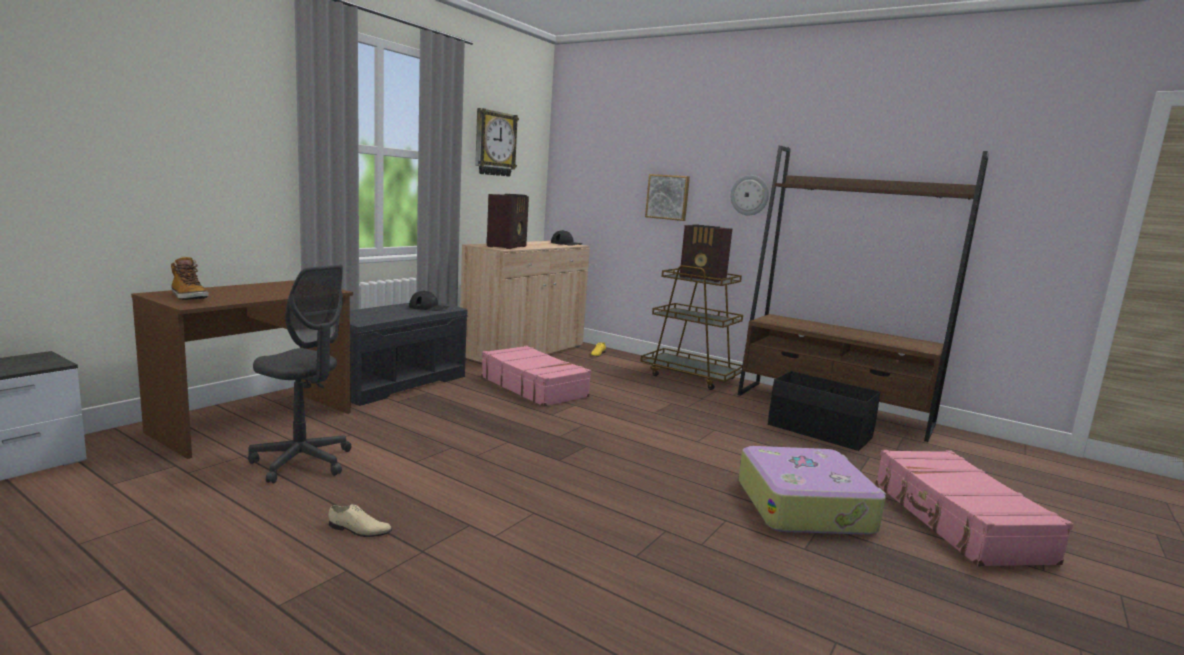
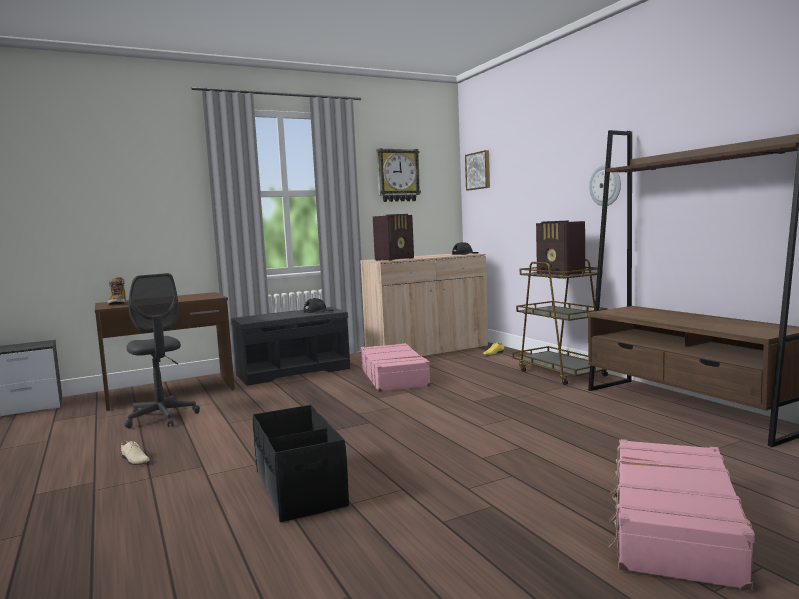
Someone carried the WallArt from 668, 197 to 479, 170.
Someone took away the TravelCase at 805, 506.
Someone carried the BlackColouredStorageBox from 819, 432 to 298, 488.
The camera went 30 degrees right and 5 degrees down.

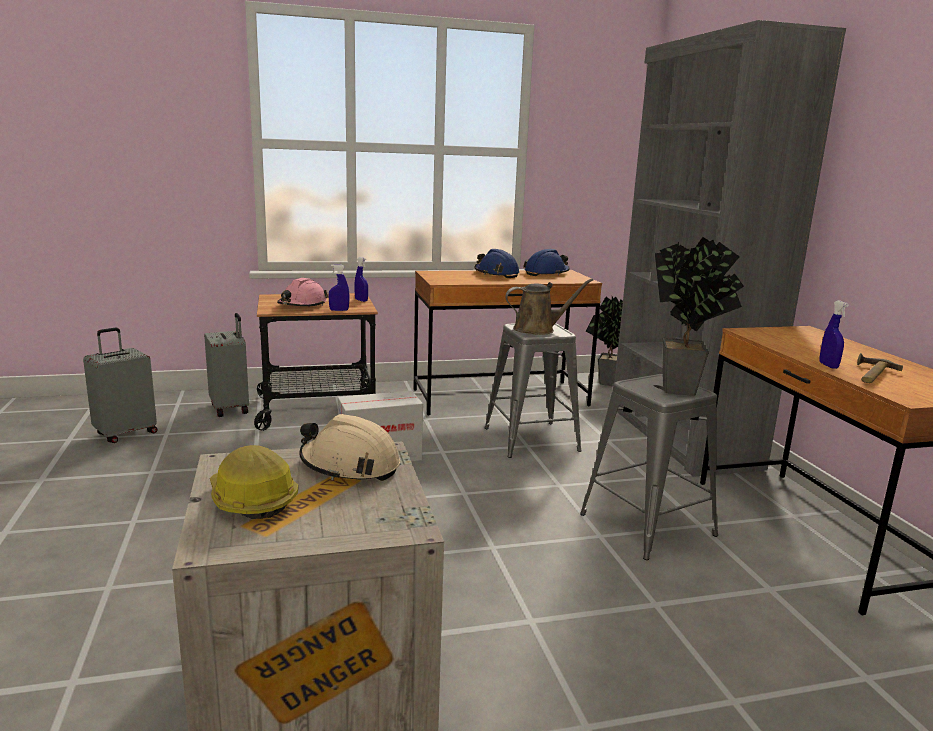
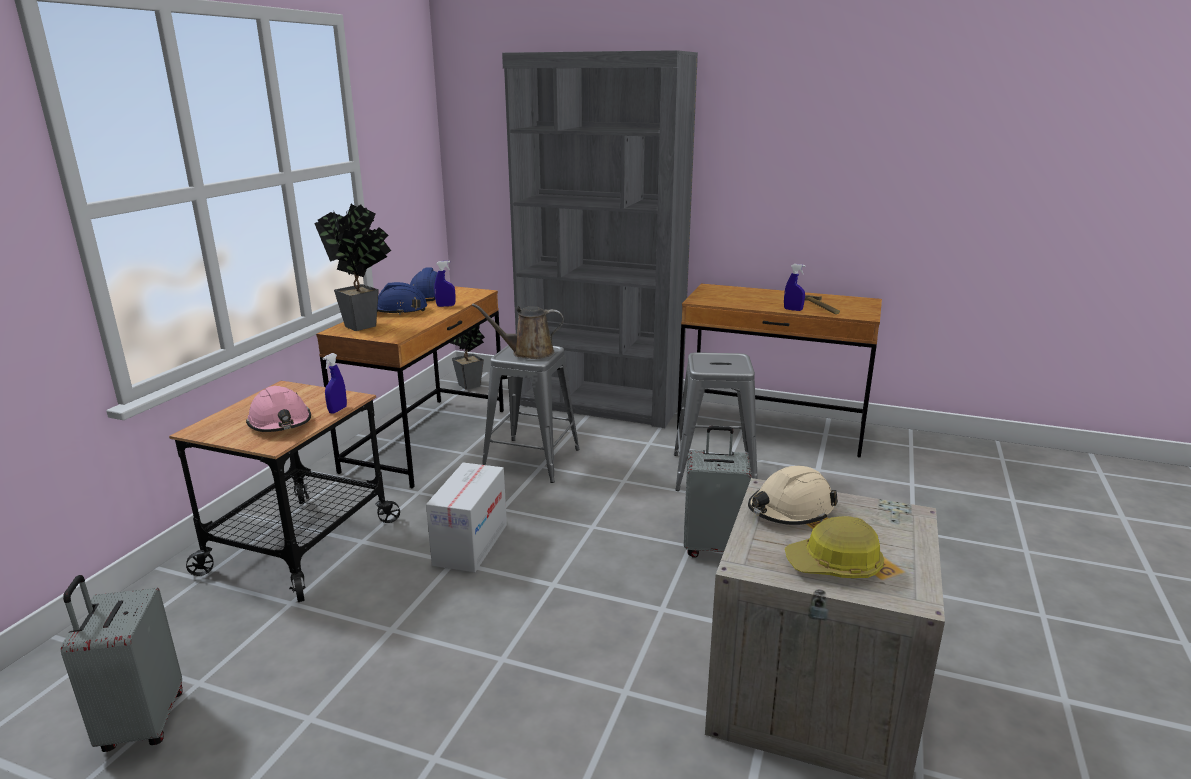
Someone carried the GreyishTravelCase from 230, 408 to 714, 547.
Someone carried the BluishSprayBottle from 361, 300 to 446, 306.
Someone rotated the BrownSprinklingCan at 538, 329 by 120 degrees counterclockwise.
Someone carried the PlantInAPot from 685, 391 to 366, 325.
The camera went 55 degrees left and 5 degrees up.

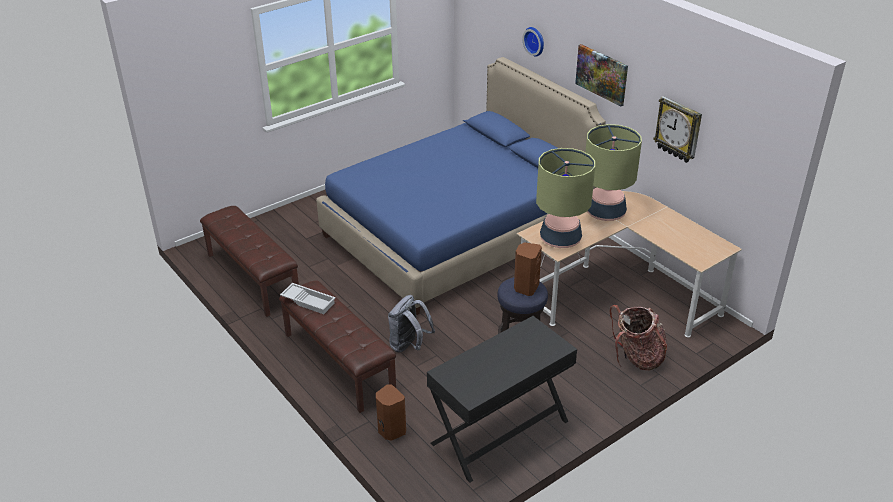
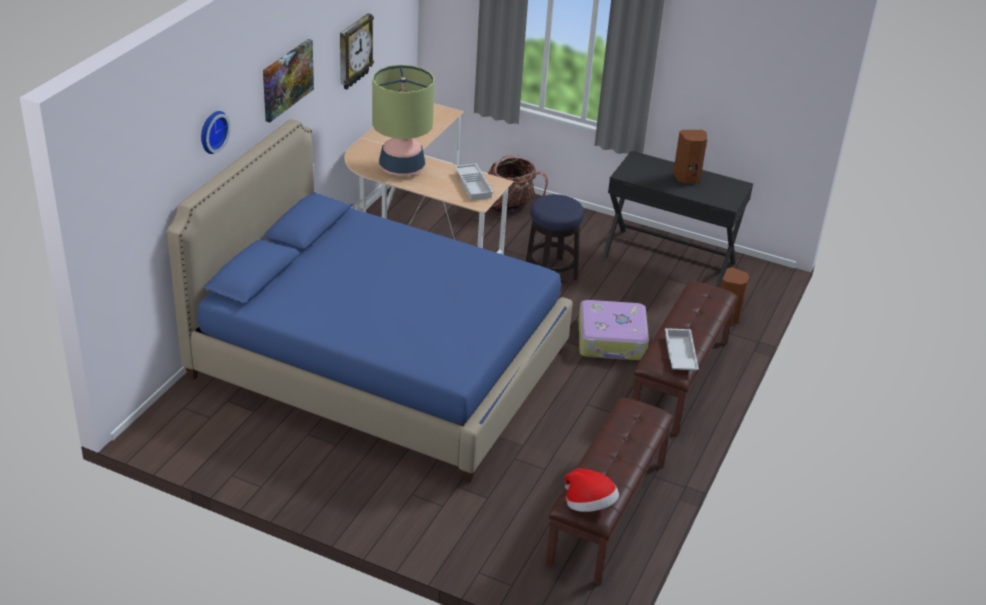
Someone swapped the GreyishKnapsack at 409, 346 for the TravelCase at 612, 340.
Someone carried the BrownLoudspeaker from 525, 287 to 687, 178.
Someone swapped the TabletopLamp at 560, 239 for the WhiteColouredServingTray at 474, 185.
Someone put down the ClothingHat at 589, 506.
The camera went 120 degrees left and 0 degrees up.

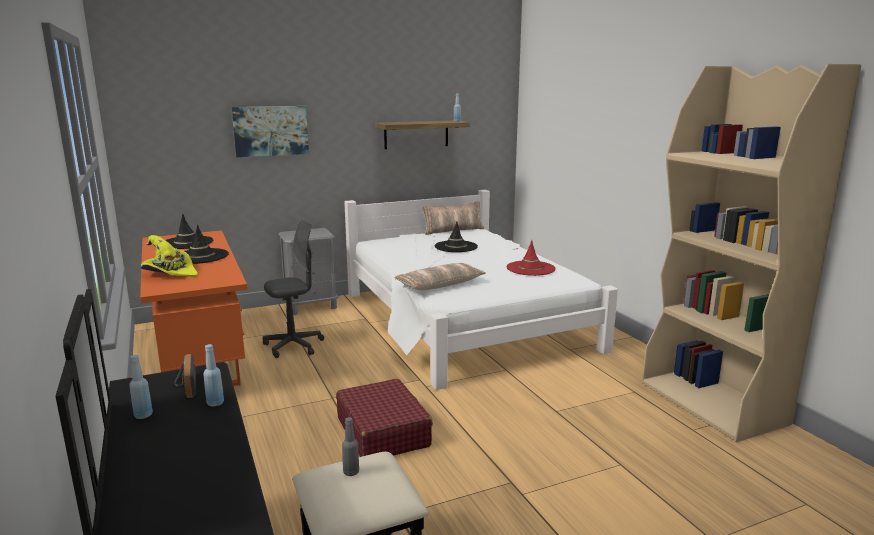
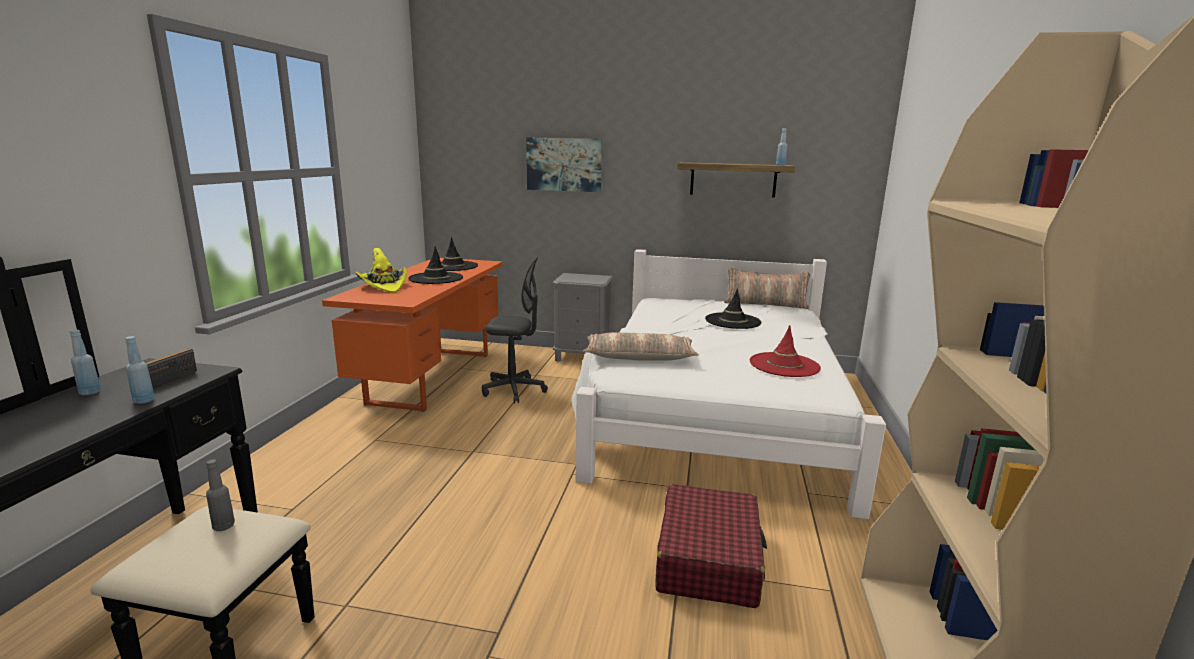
Someone carried the RedColouredTravelCase from 383, 432 to 708, 559.
The camera went 35 degrees right and 0 degrees up.

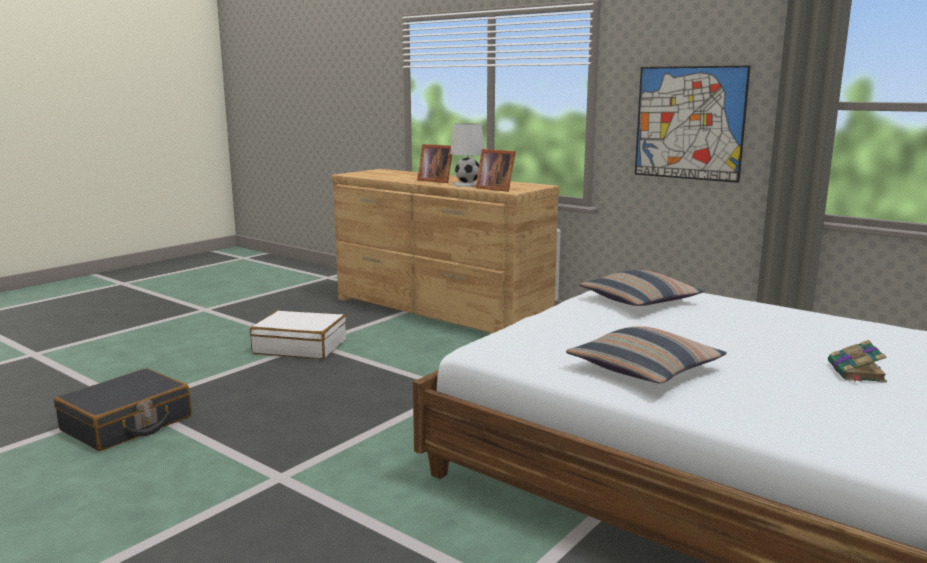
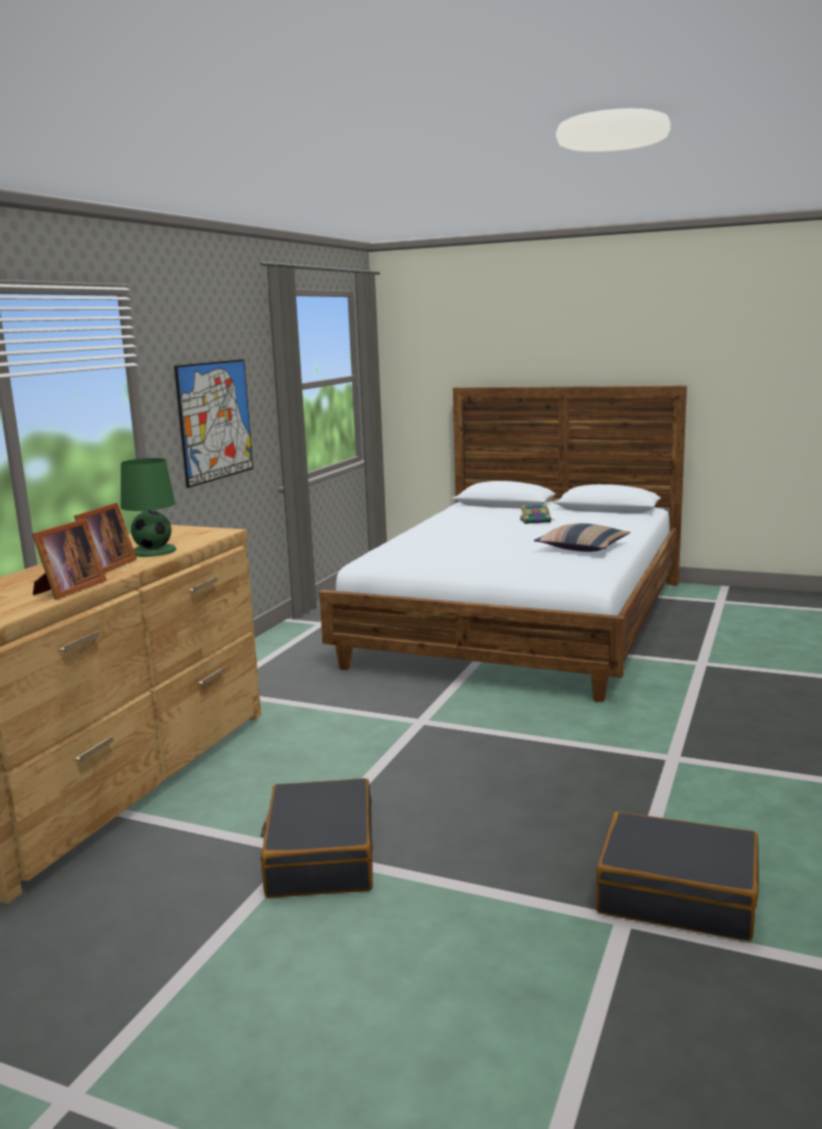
Someone repainted the WhiteColouredTravelCase at 300, 347, which became the BlackColouredTravelCase at 320, 856.
Someone repainted the WhiteColouredTabletopLamp at 467, 184, which became the GreenColouredTabletopLamp at 153, 551.
Someone carried the PhotoFrame from 495, 189 to 68, 590.
Someone took away the Cushion at 639, 301.
The camera went 105 degrees left and 0 degrees up.

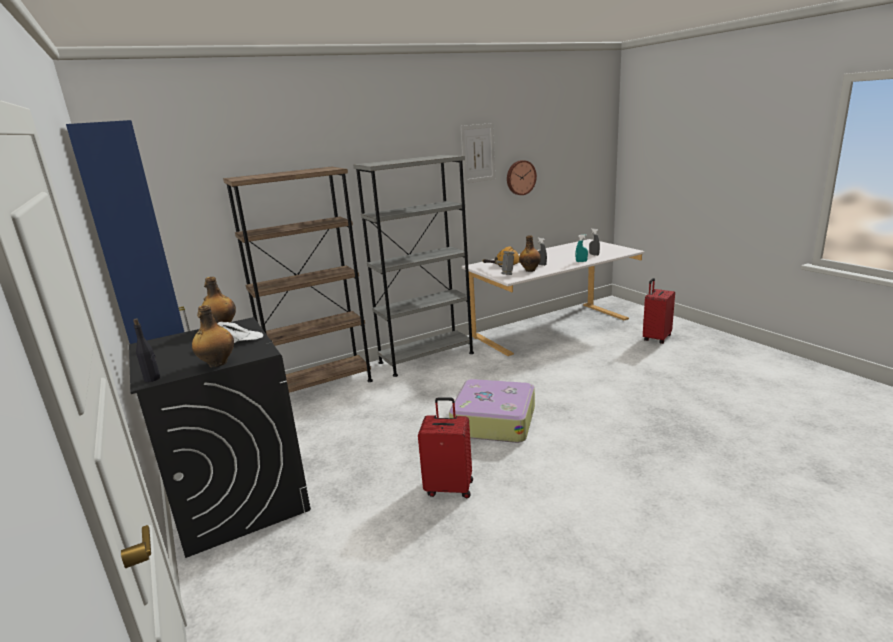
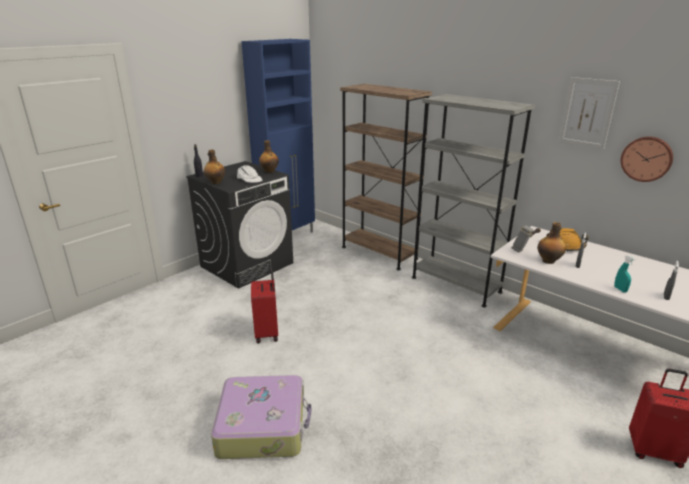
Someone carried the TravelCase from 493, 420 to 263, 425.
The camera went 70 degrees right and 5 degrees up.

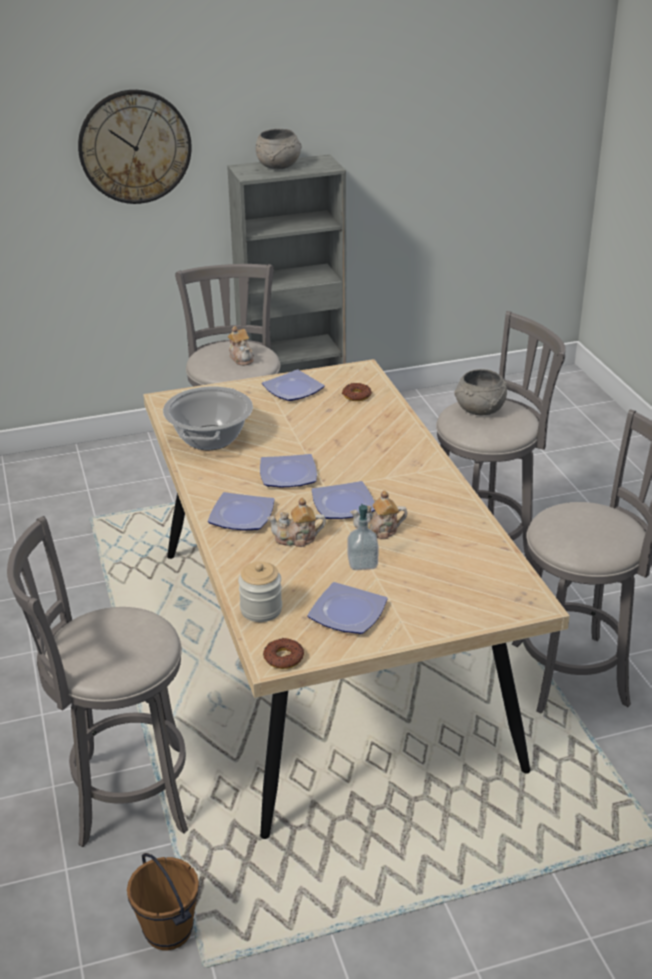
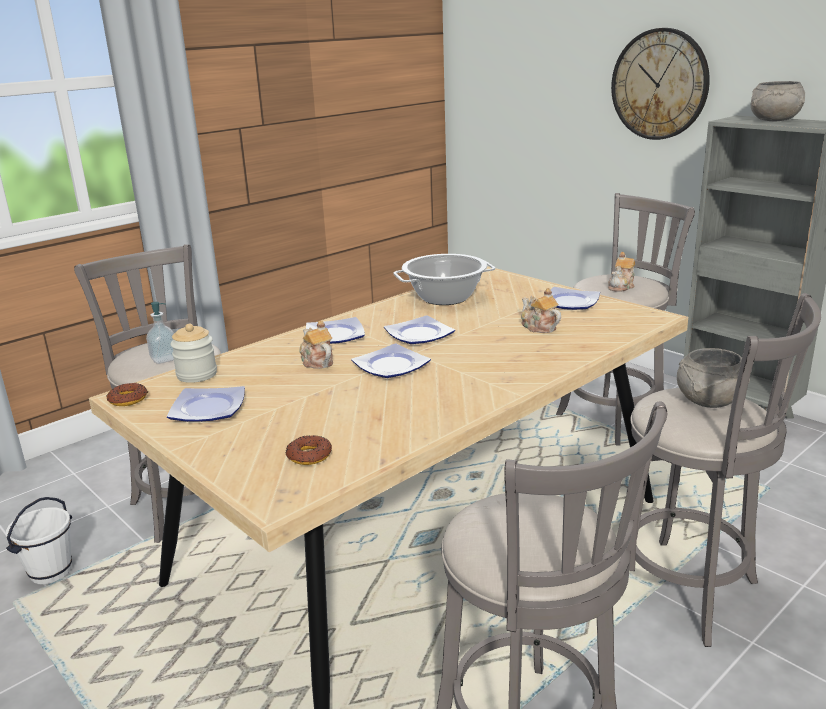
Someone repainted the BrownBucket at 167, 931, which became the WhiteColouredBucket at 50, 572.
Someone carried the RingDoughnut from 356, 396 to 309, 455.
Someone carried the SoapBottle from 362, 563 to 164, 359.
Someone carried the PotForTea from 378, 531 to 539, 327.
The camera went 65 degrees right and 10 degrees down.

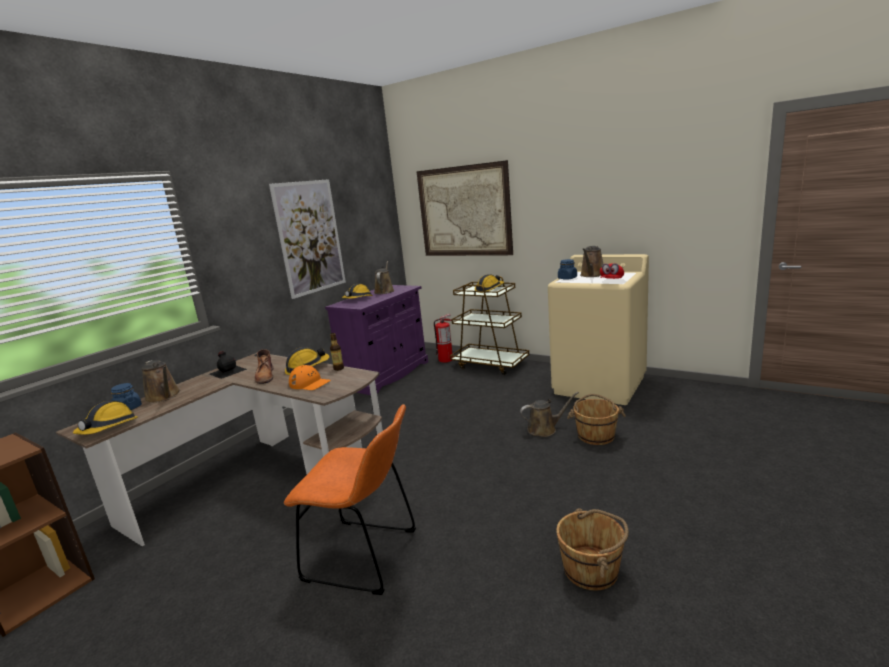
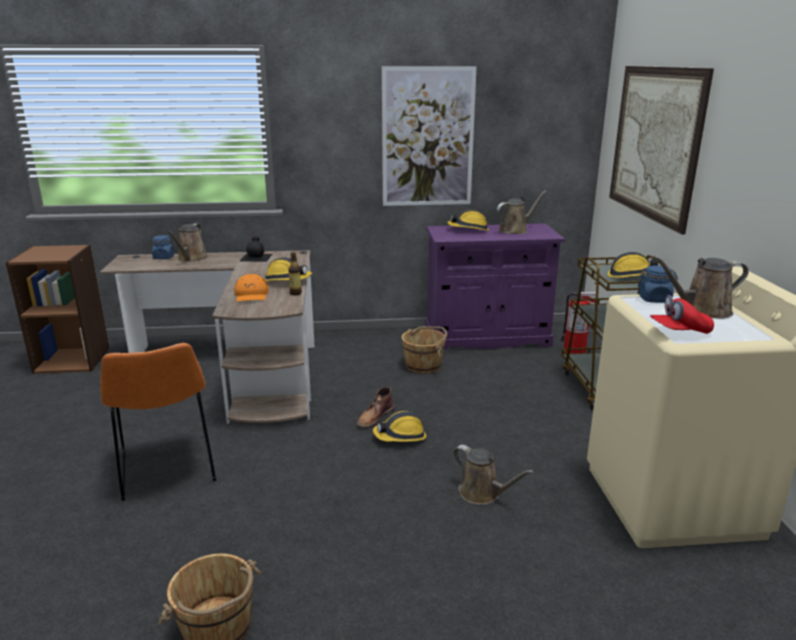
Someone carried the SafetyHelmet from 109, 428 to 400, 436.
Someone carried the BrownTallBoot from 265, 376 to 374, 417.
Someone carried the BrownBucket from 596, 435 to 424, 365.
The camera went 50 degrees right and 5 degrees up.

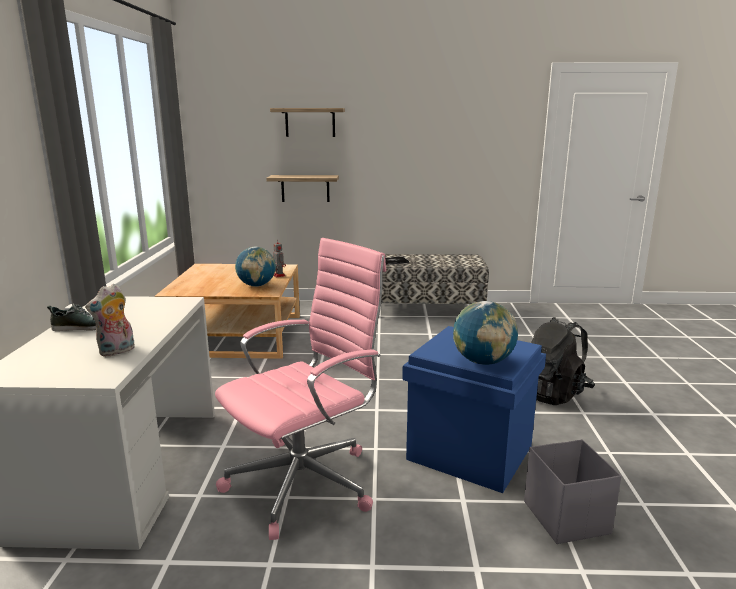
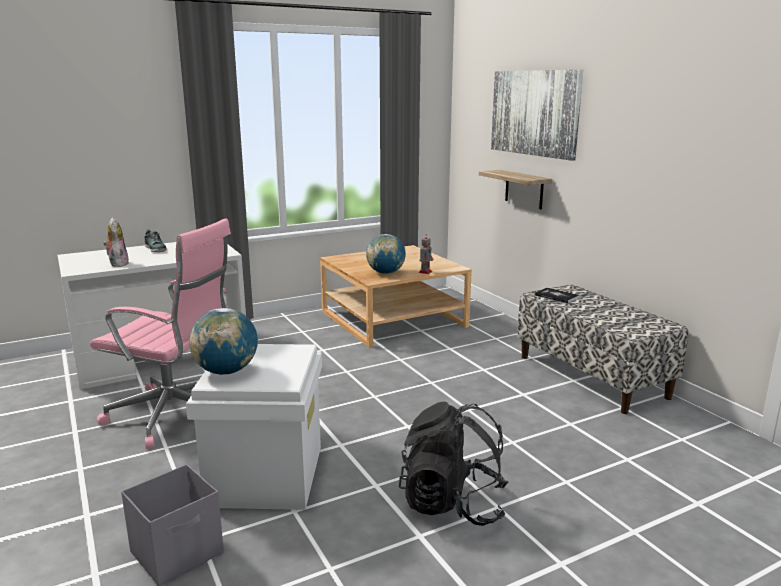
Someone rotated the CuddlyToy at 117, 351 by 60 degrees clockwise.
Someone swapped the WallShelf at 310, 122 for the WallArt at 534, 113.
Someone repainted the BluishStorageBox at 468, 452, which became the WhiteColouredStorageBox at 266, 474.
The camera went 60 degrees right and 0 degrees up.

